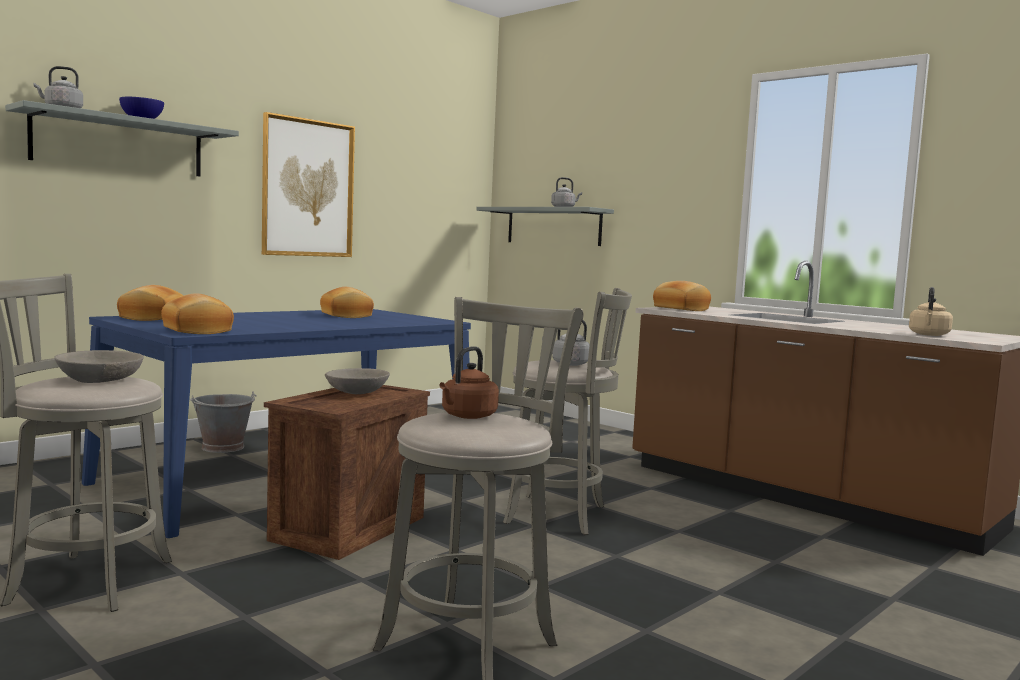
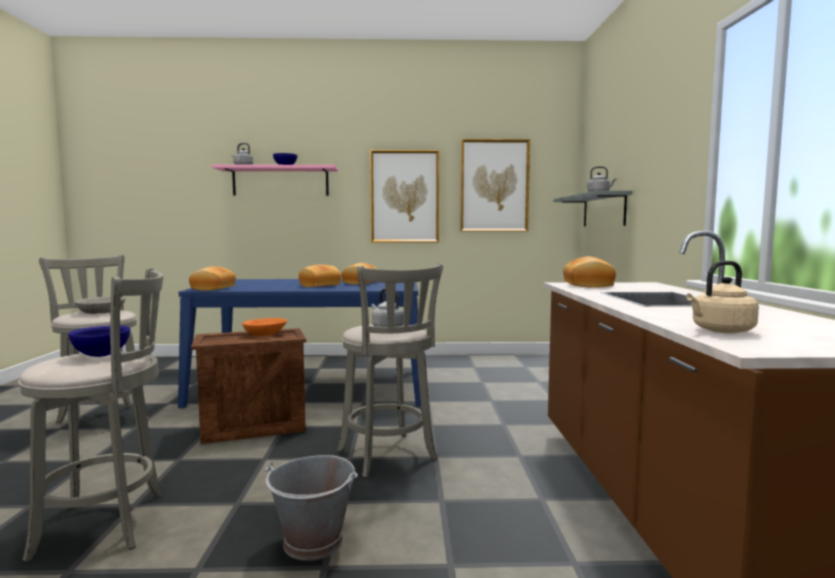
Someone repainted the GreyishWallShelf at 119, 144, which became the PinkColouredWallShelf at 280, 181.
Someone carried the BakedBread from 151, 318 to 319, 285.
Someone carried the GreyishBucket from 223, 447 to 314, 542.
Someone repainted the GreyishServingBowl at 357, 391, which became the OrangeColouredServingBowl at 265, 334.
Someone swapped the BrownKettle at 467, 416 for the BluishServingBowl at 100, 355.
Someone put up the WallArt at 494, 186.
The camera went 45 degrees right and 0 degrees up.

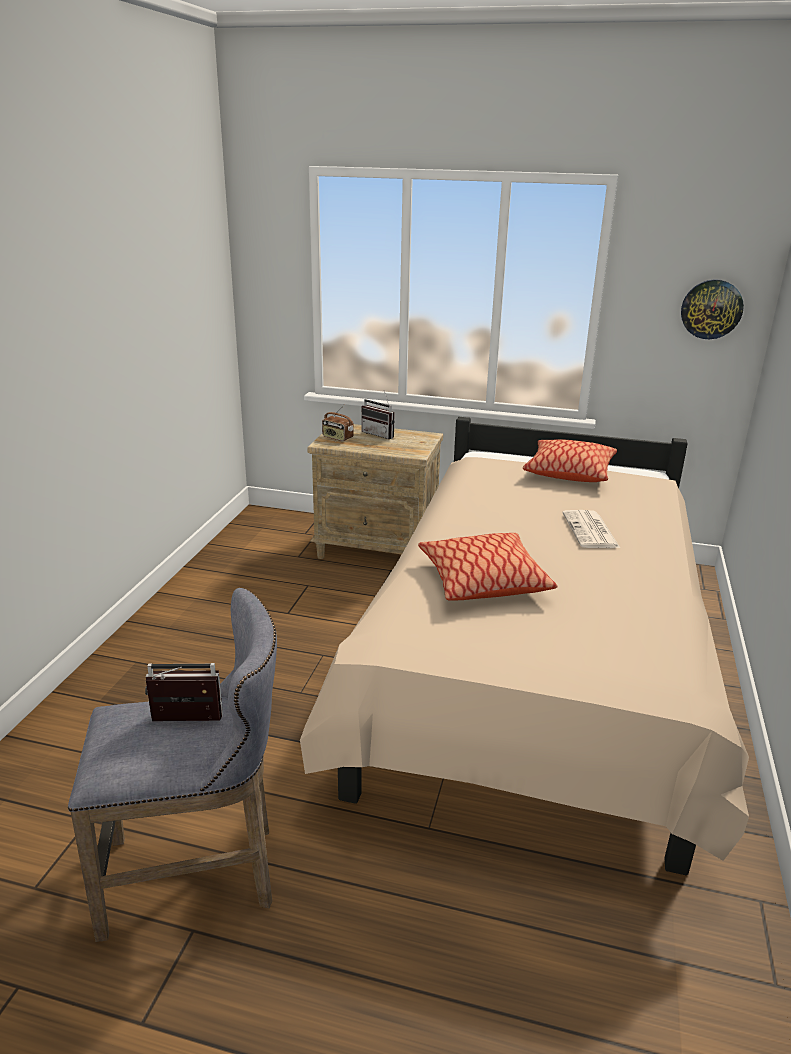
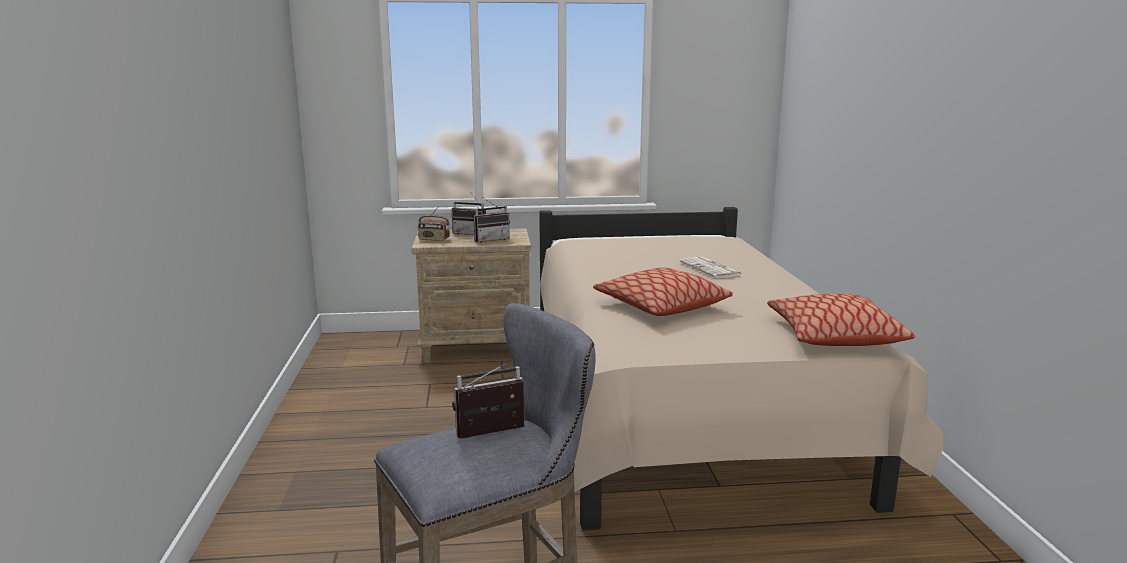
Someone carried the Cushion from 569, 472 to 834, 336.
Someone took away the ClockOnTheWall at 711, 309.
Someone put down the RadioReceiver at 490, 239.
The camera went 20 degrees left and 10 degrees down.

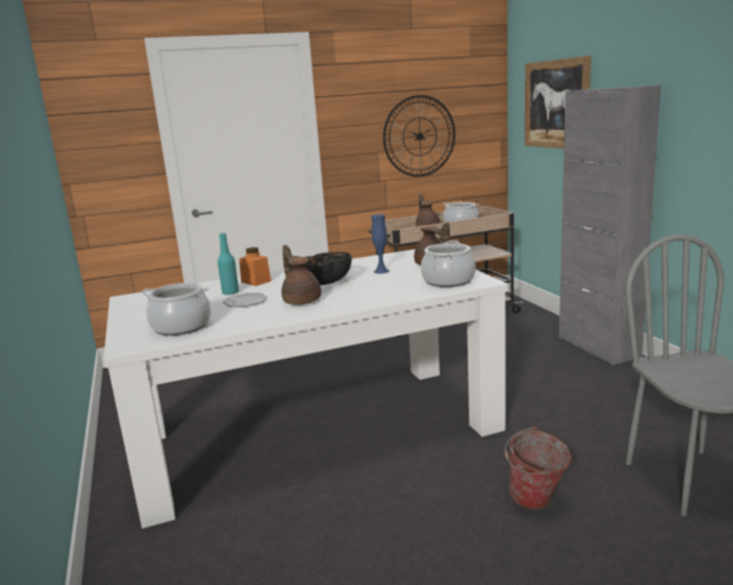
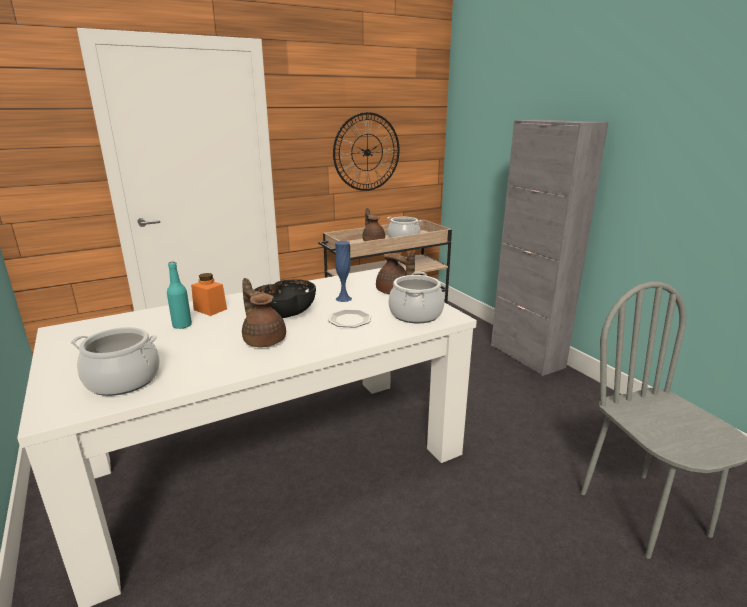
Someone carried the Plate from 245, 302 to 349, 320.
Someone took away the Bucket at 536, 503.
Someone took away the WallArt at 556, 104.
The camera went 10 degrees left and 5 degrees up.

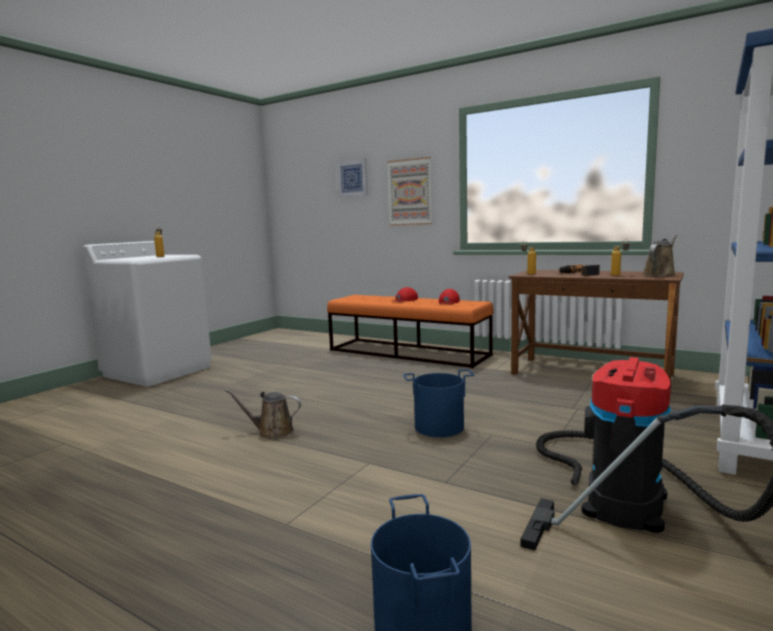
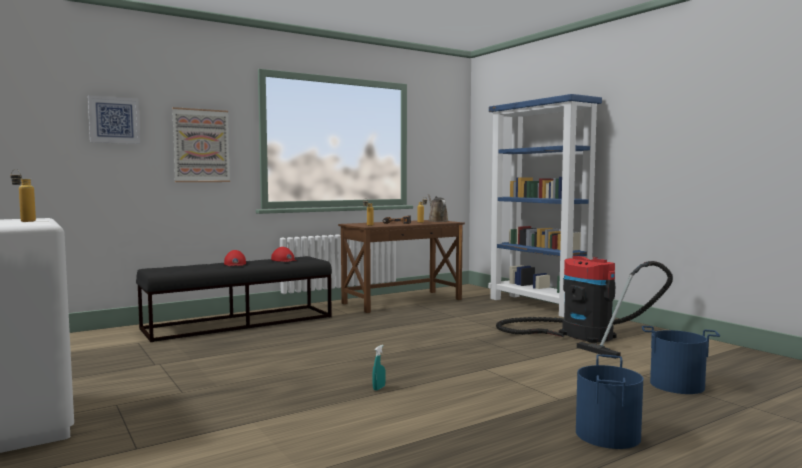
Someone swapped the BrownSprinklingCan at 272, 432 for the BlueGreenSprayBottle at 379, 388.
Someone repainted the OrangeColouredBench at 408, 352, which became the BlackColouredBench at 240, 322.
Someone carried the BluishBucket from 439, 427 to 608, 435.
The camera went 65 degrees left and 5 degrees down.

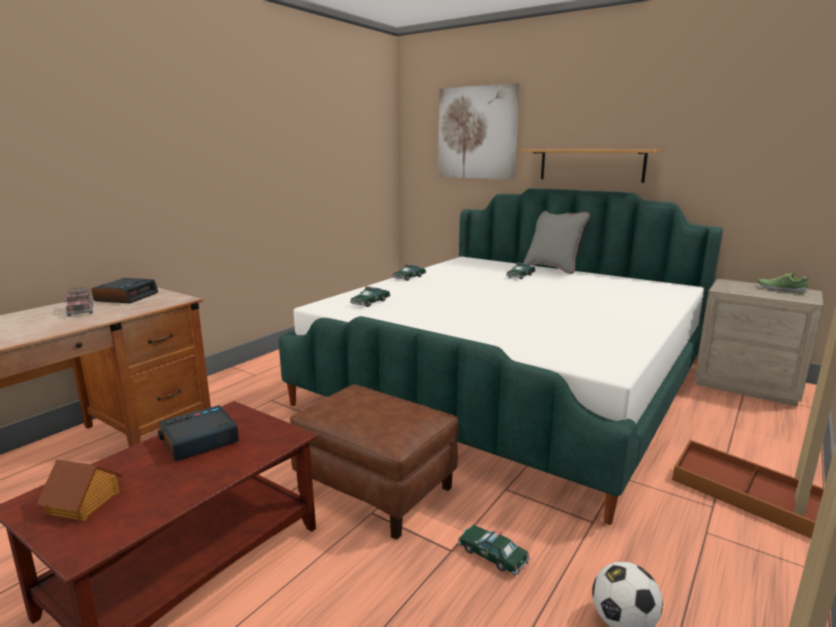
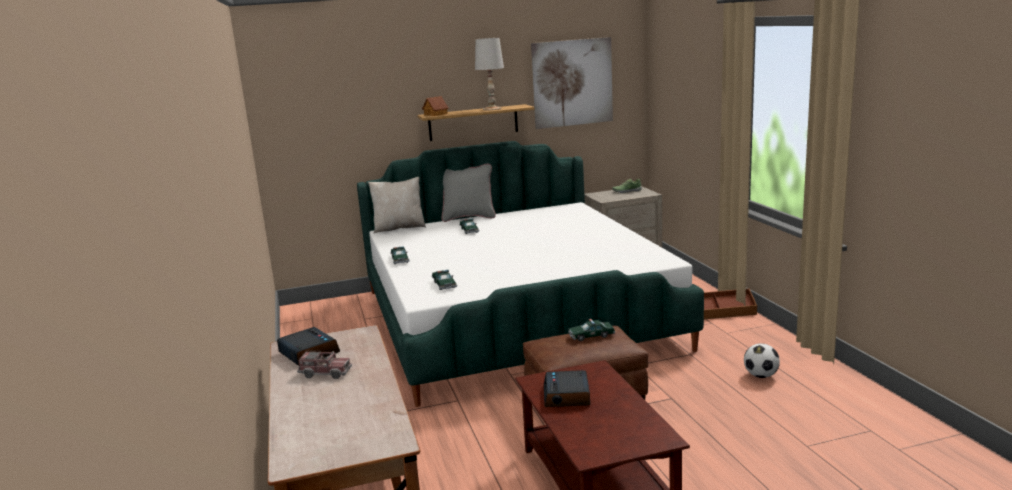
Someone carried the ToyHouse from 85, 503 to 436, 114.
Someone carried the WallArt from 477, 133 to 572, 83.
Someone carried the ModelCar from 492, 555 to 591, 336.
Someone put down the BeigeColouredCushion at 399, 228.
Someone put down the WhiteColouredTabletopLamp at 492, 109.
The camera went 50 degrees left and 0 degrees up.

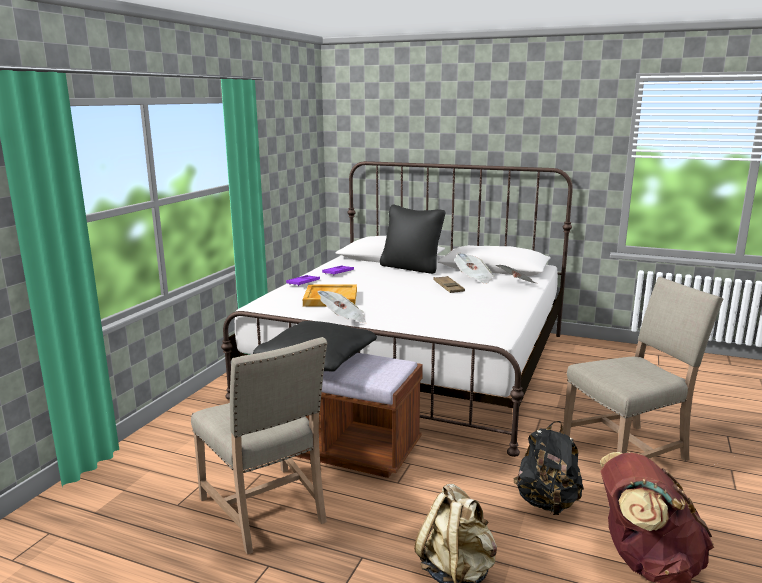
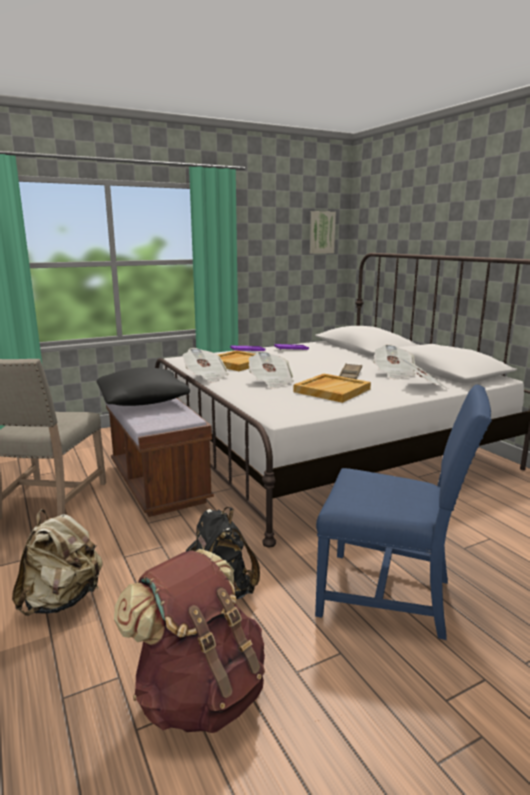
Someone took away the BlackColouredCushion at 411, 267.
Someone repainted the BeigeColouredPlainChair at 629, 450, which became the BluishPlainChair at 390, 595.
Someone put down the DailyPaper at 271, 382.
Someone put down the BeigeColouredServingTray at 332, 390.
Someone put up the WallArt at 321, 232.
The camera went 40 degrees right and 0 degrees up.

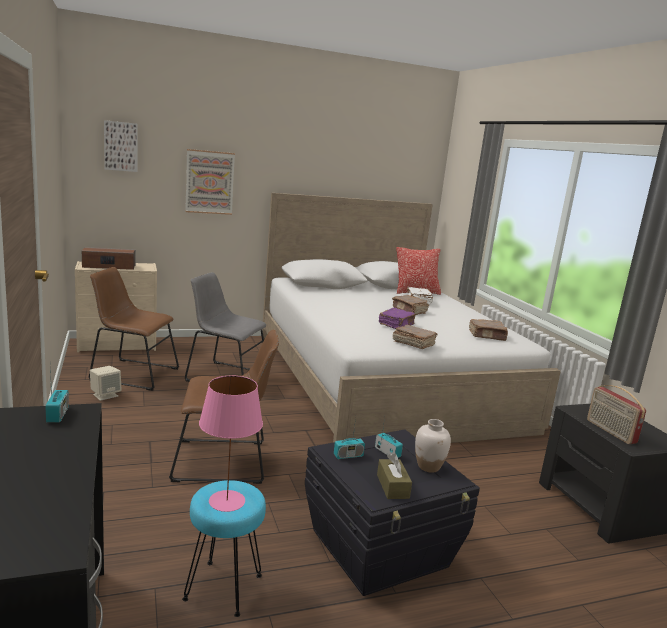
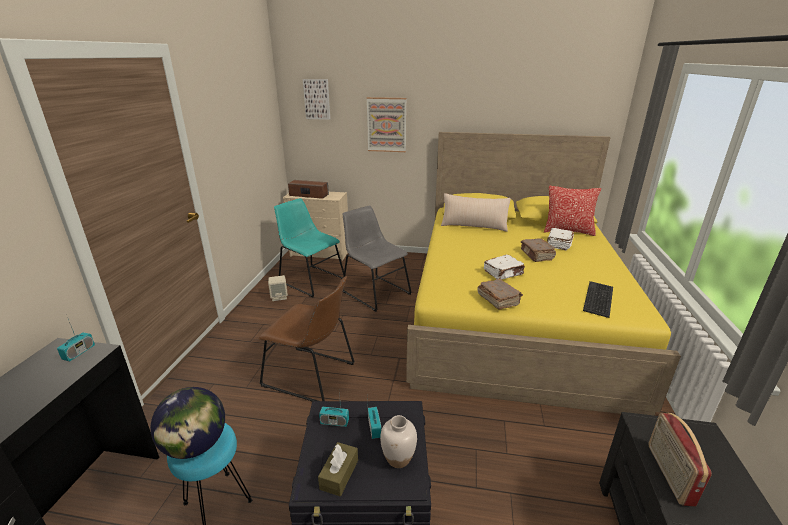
Someone repainted the BrownPlainChair at 131, 373, which became the BlueGreenPlainChair at 310, 280.
Someone swapped the PinkColouredTabletopLamp at 227, 501 for the DeskGlobe at 195, 446.
Someone repainted the WhiteColouredBed at 383, 378, which became the YellowColouredBed at 514, 313.
Someone repainted the PurpleColouredBoundBook at 396, 325, which became the WhiteColouredBoundBook at 503, 273.
Someone swapped the BrownBoundBook at 487, 336 for the ComputerKeyboard at 599, 299.
Someone put down the BeigeColouredCushion at 474, 226.
The camera went 30 degrees right and 10 degrees up.

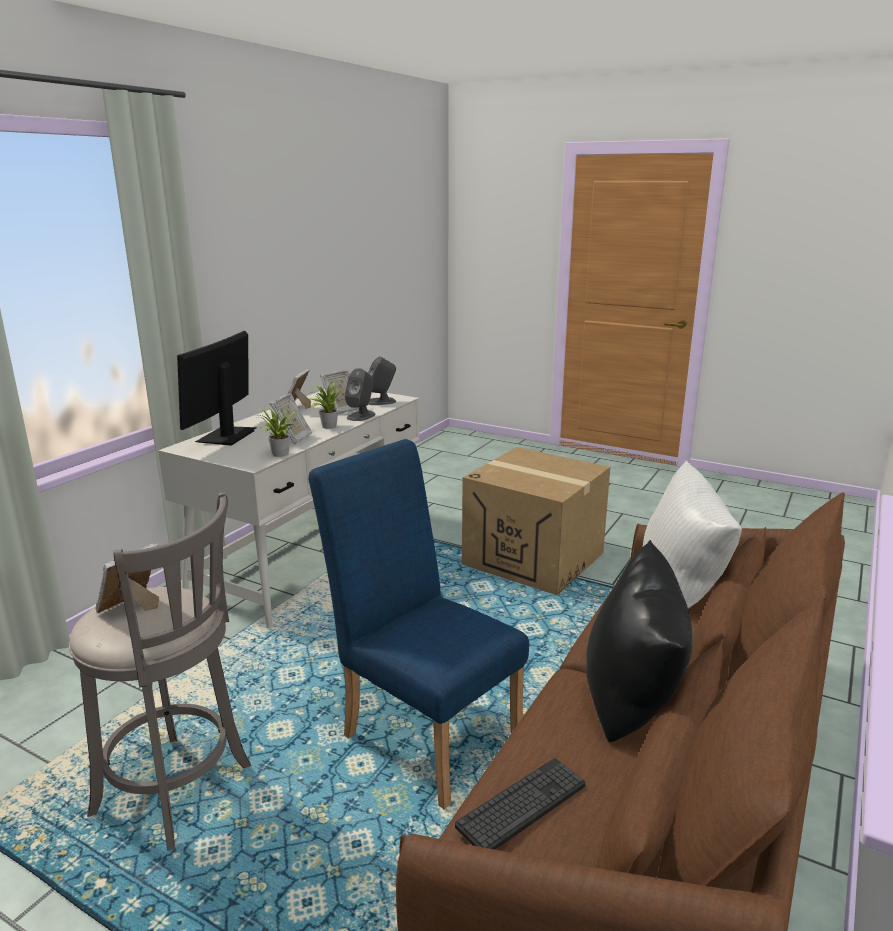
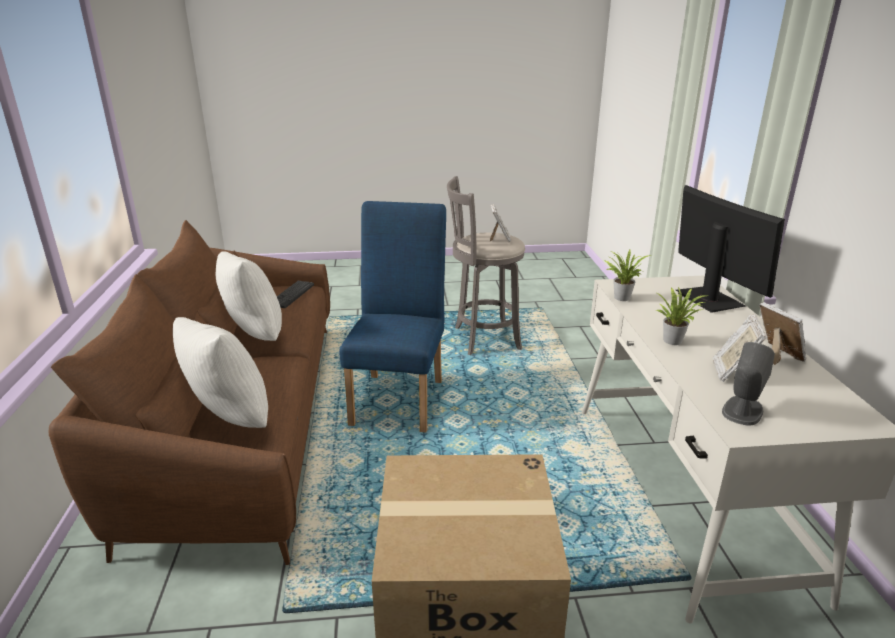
Someone took away the PhotoFrame at 293, 439.
Someone rotated the BluishPlainChair at 423, 733 by 90 degrees counterclockwise.
Someone took away the GreyishLoudspeaker at 361, 416.
Someone repainted the BlackColouredCushion at 633, 708, which became the WhiteColouredCushion at 253, 336.
The camera went 145 degrees right and 5 degrees up.

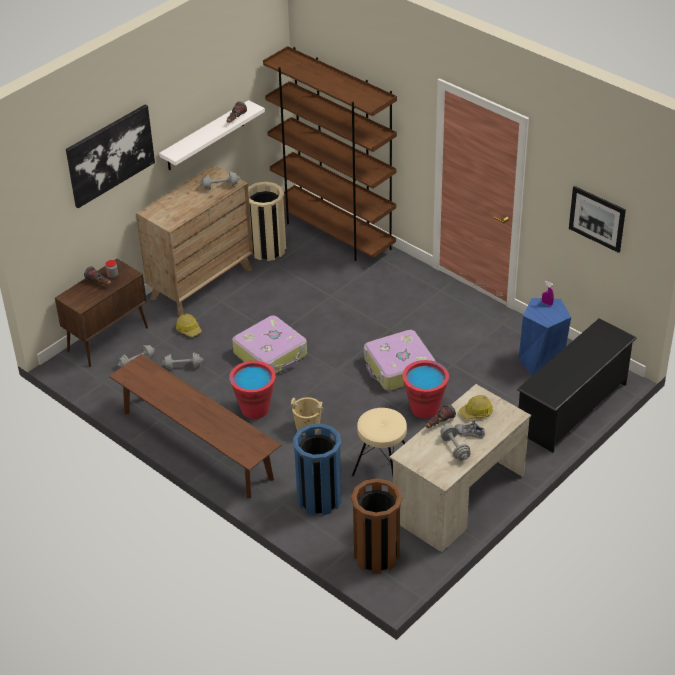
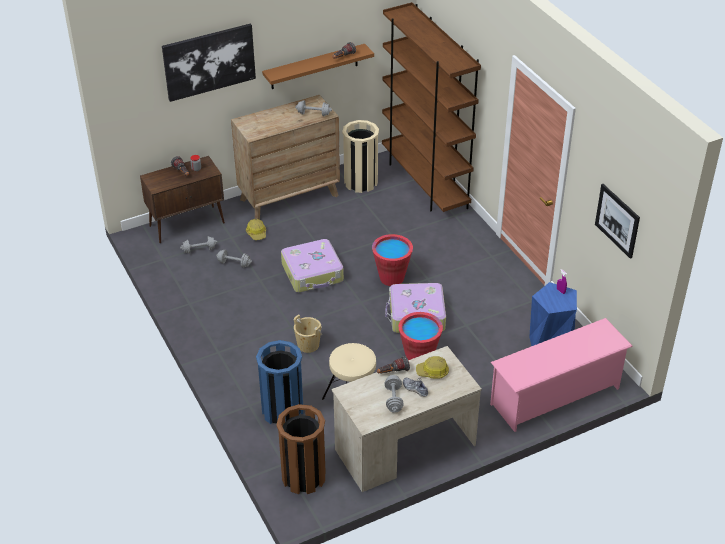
Someone took away the BrownBench at 197, 445.
Someone repainted the WhiteColouredWallShelf at 205, 136, which became the BrownWallShelf at 314, 67.
Someone carried the RedColouredBucket from 255, 409 to 391, 278.
Someone repainted the BlackColouredShoeStand at 572, 408, which became the PinkColouredShoeStand at 555, 396.
The camera went 20 degrees right and 0 degrees up.

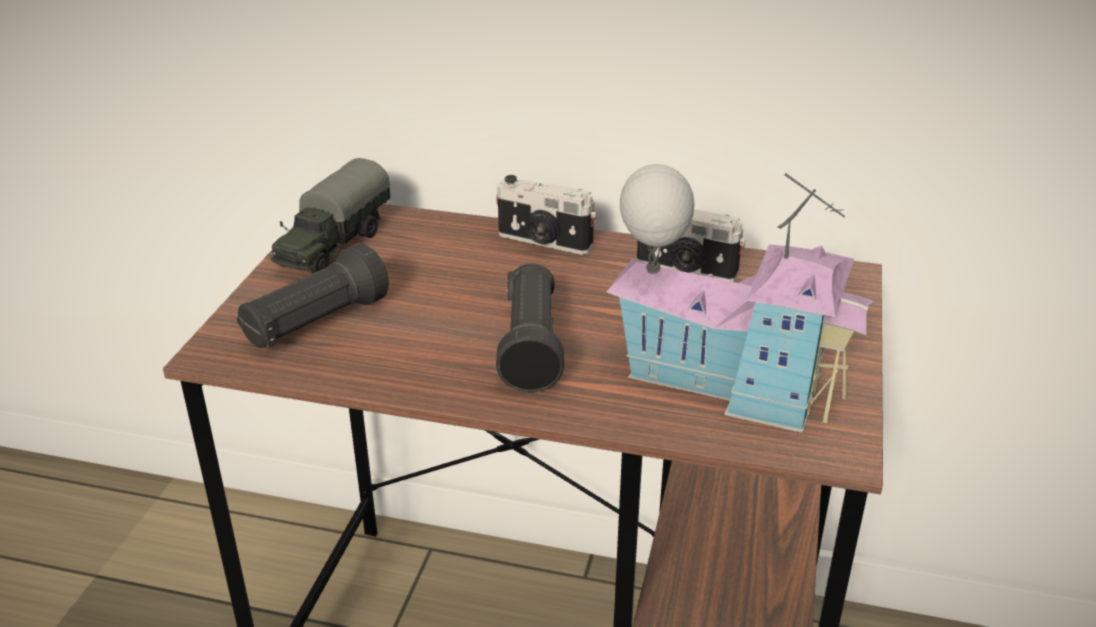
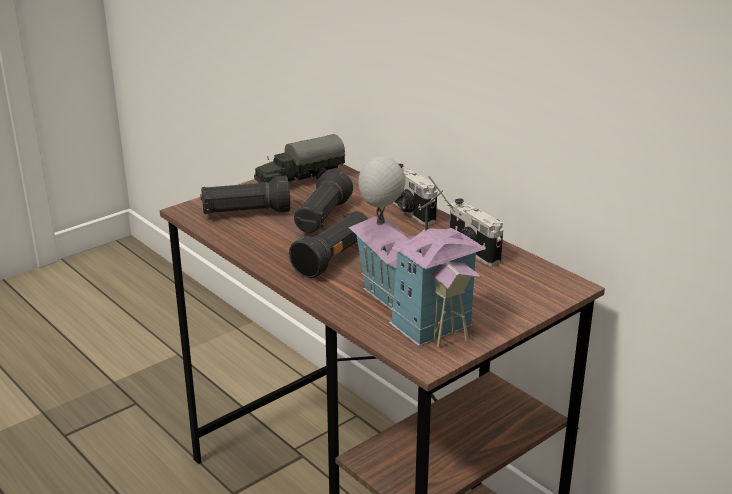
Someone put down the BlackColouredHandTorch at 322, 218.
The camera went 35 degrees right and 5 degrees down.

